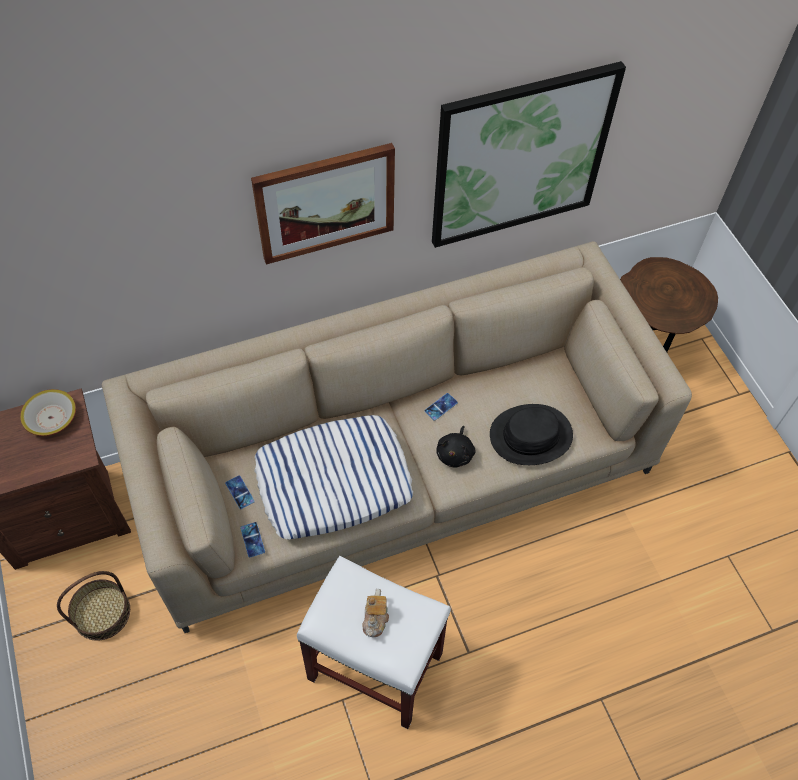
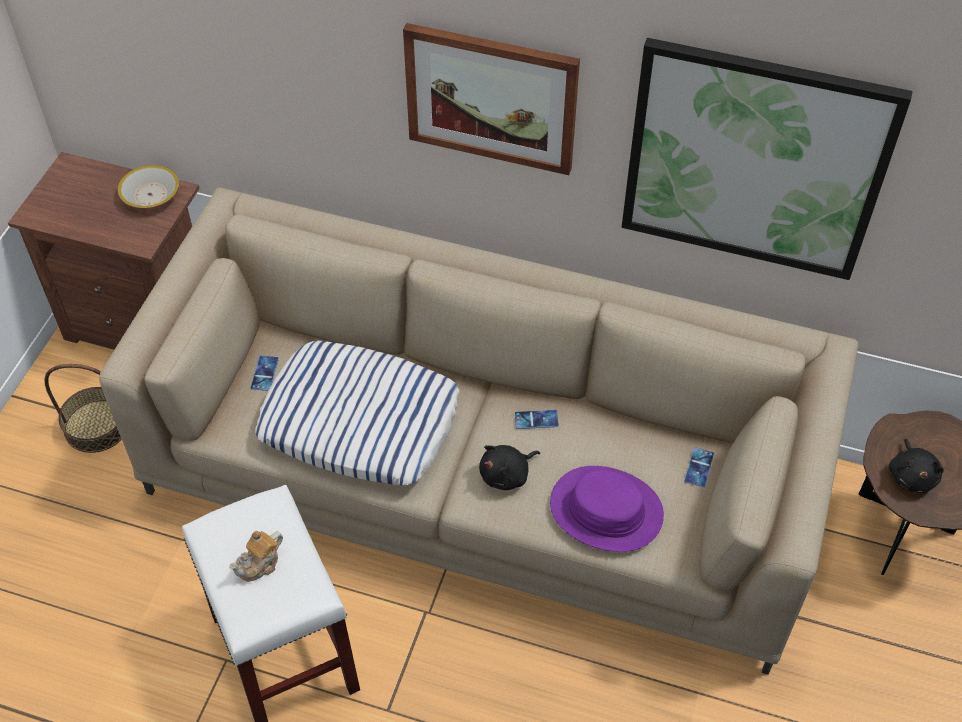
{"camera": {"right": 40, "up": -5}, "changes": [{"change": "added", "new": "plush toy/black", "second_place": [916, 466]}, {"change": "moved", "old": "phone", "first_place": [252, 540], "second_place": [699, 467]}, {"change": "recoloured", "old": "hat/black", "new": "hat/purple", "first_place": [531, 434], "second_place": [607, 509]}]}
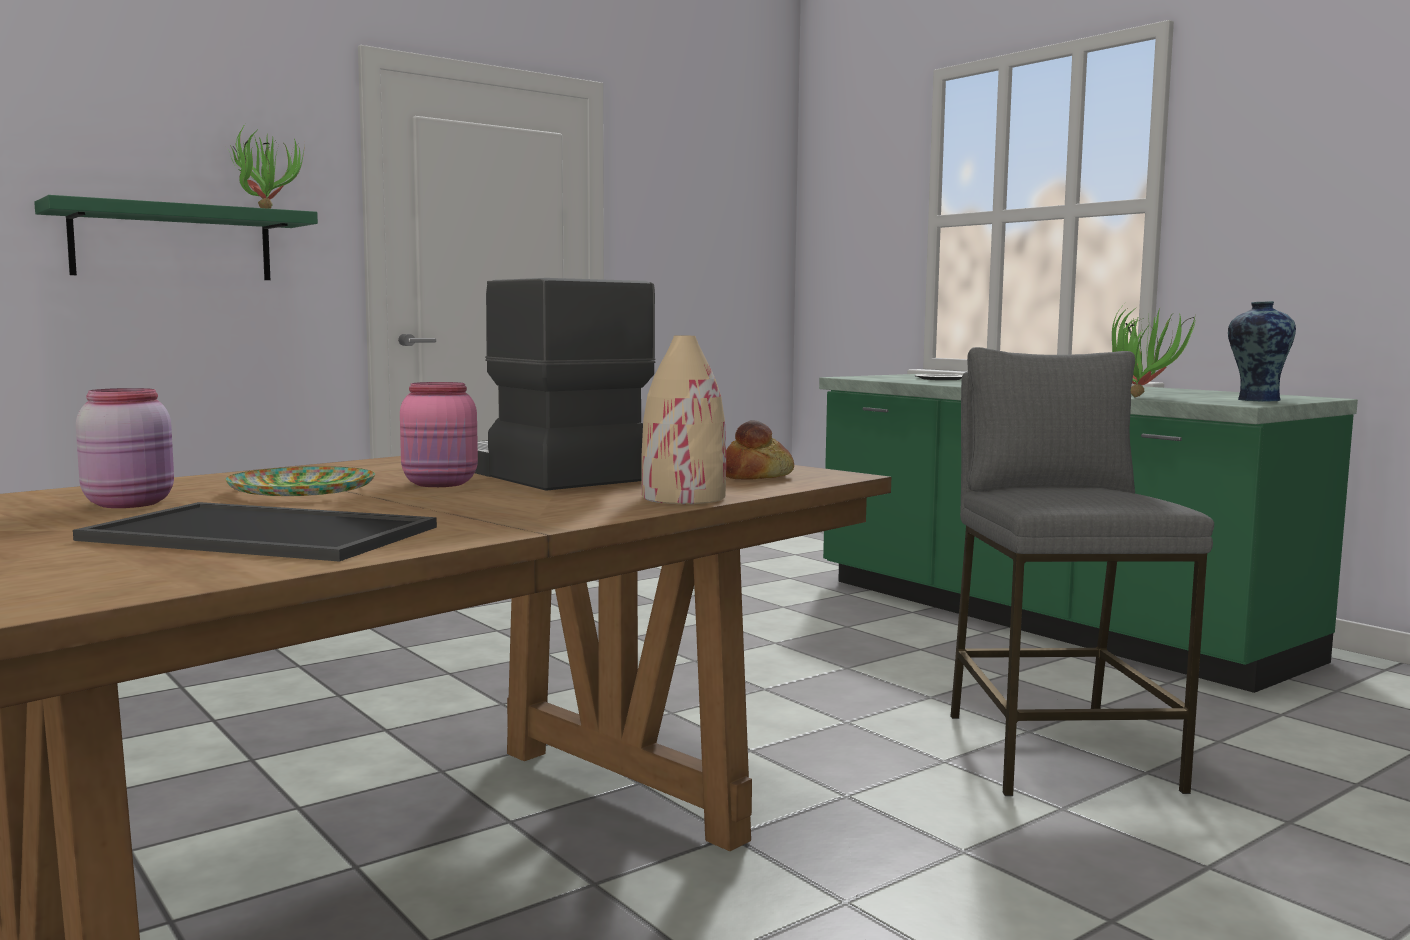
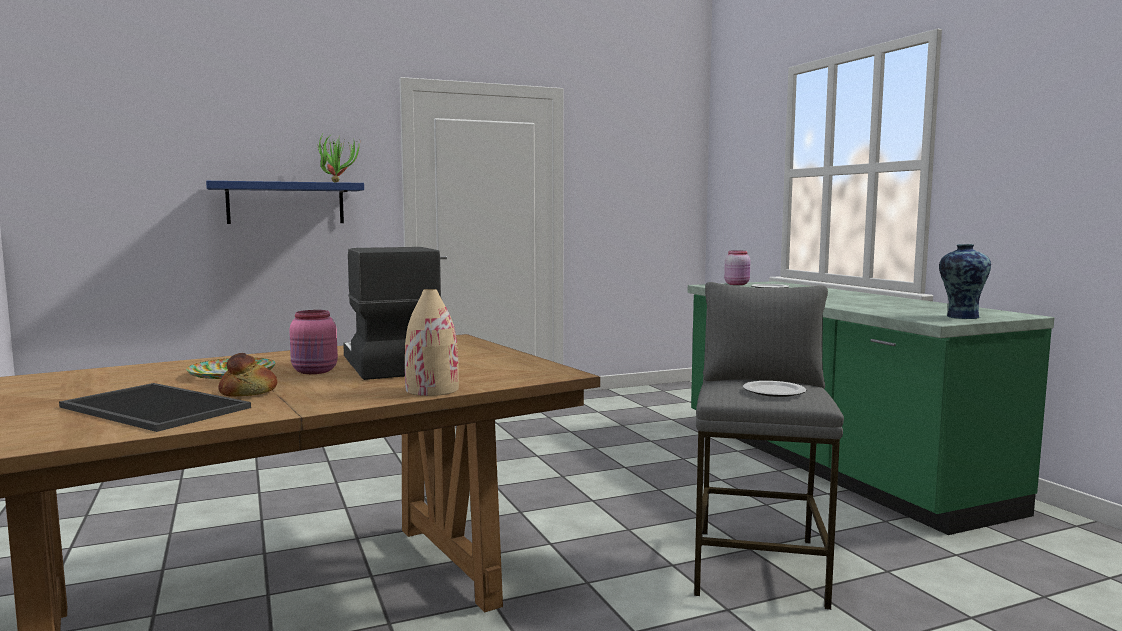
{"camera": {"right": 15, "up": 0}, "changes": [{"change": "removed", "old": "potted plant", "first_place": [1153, 350]}, {"change": "added", "new": "plate", "second_place": [774, 389]}, {"change": "moved", "old": "jar/pink", "first_place": [125, 448], "second_place": [737, 267]}, {"change": "moved", "old": "bread", "first_place": [760, 450], "second_place": [247, 375]}, {"change": "recoloured", "old": "shelf/green", "new": "shelf/blue", "first_place": [176, 237], "second_place": [285, 202]}]}
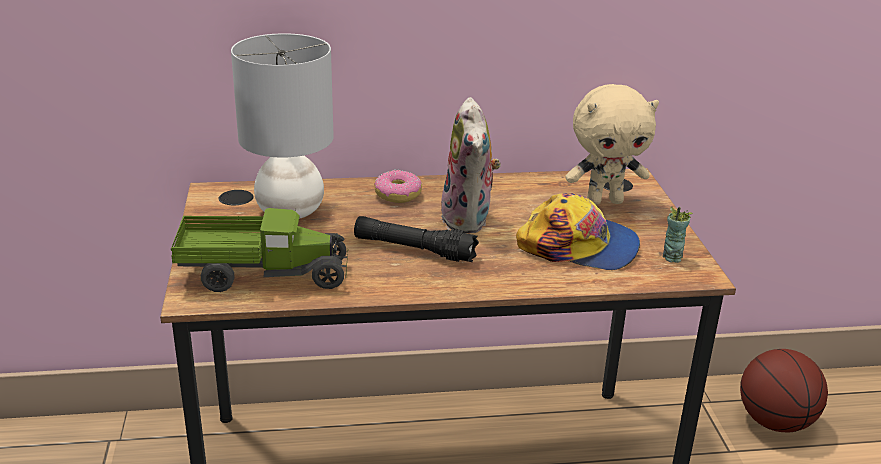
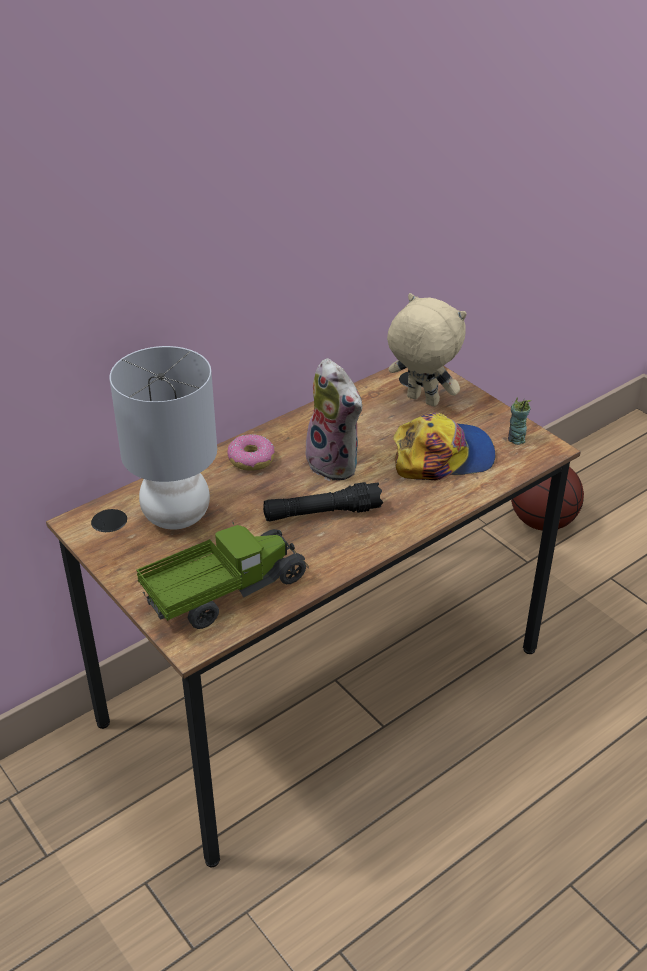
{"camera": {"right": -30, "up": 10}, "changes": [{"change": "turned", "old": "plush toy/beige", "first_place": [612, 144], "second_place": [427, 350], "degrees": -105}]}
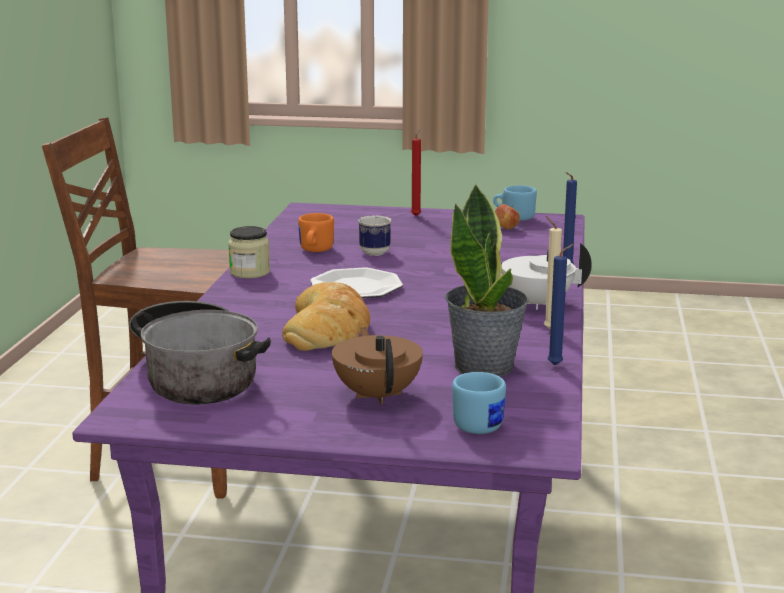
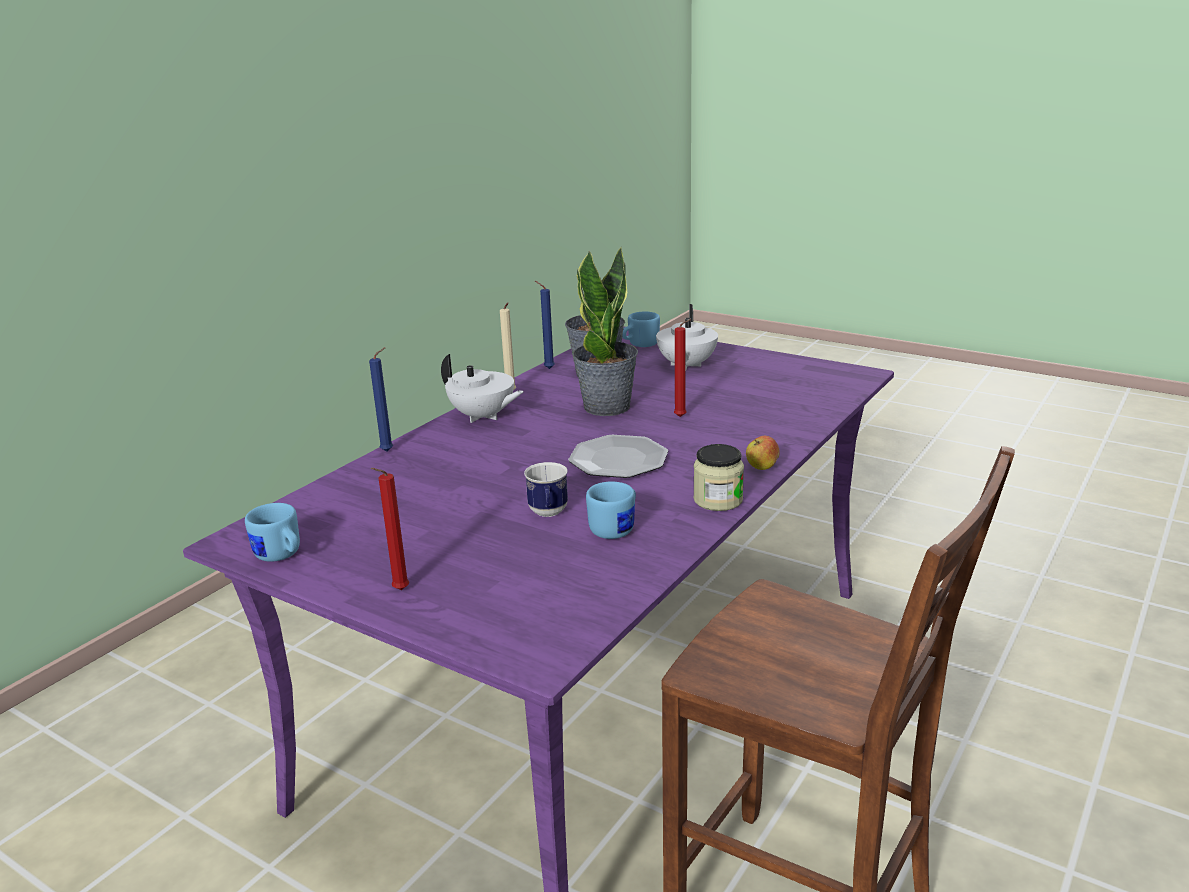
{"camera": {"right": -155, "up": 5}, "changes": [{"change": "removed", "old": "cooking pot", "first_place": [200, 352]}, {"change": "added", "new": "potted plant", "second_place": [605, 339]}, {"change": "moved", "old": "apple", "first_place": [507, 216], "second_place": [763, 453]}, {"change": "replaced", "old": "bread", "new": "candle/red", "first_place": [326, 316], "second_place": [682, 368]}, {"change": "recoloured", "old": "mug/orange", "new": "mug/blue", "first_place": [316, 232], "second_place": [611, 510]}, {"change": "recoloured", "old": "teapot/brown", "new": "teapot/white", "first_place": [377, 366], "second_place": [687, 338]}]}
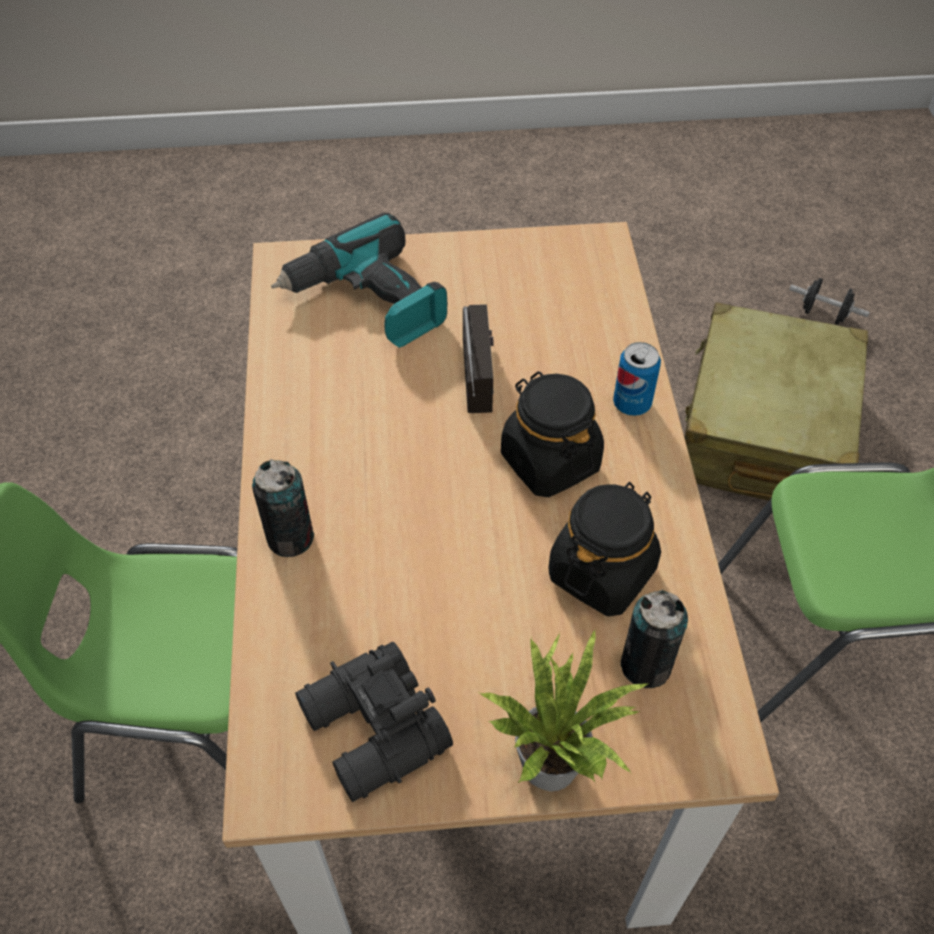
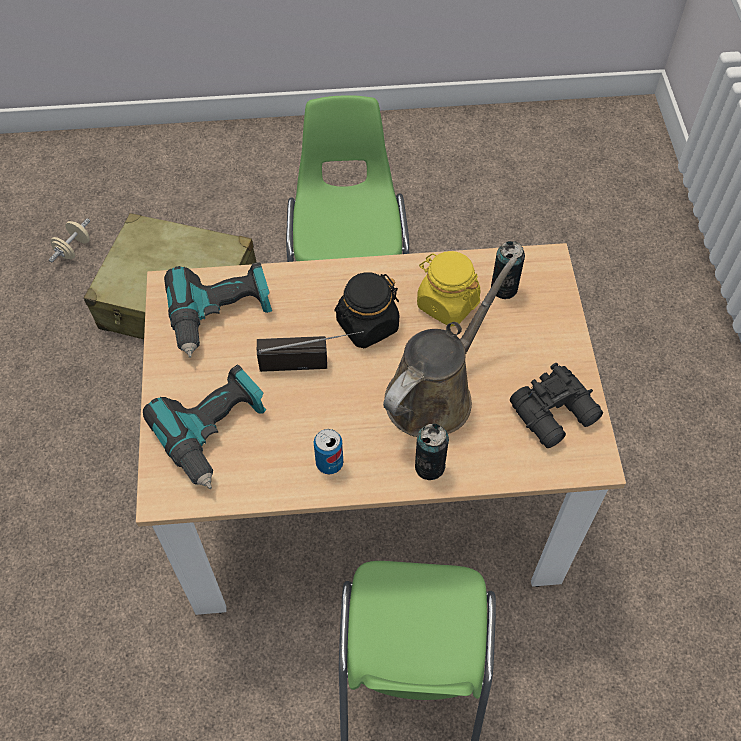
{"camera": {"right": -90, "up": 5}, "changes": [{"change": "removed", "old": "potted plant", "first_place": [564, 710]}, {"change": "added", "new": "power drill", "second_place": [218, 310]}, {"change": "added", "new": "watering can/brown", "second_place": [450, 347]}, {"change": "moved", "old": "can", "first_place": [637, 379], "second_place": [328, 451]}, {"change": "recoloured", "old": "jar/black", "new": "jar/yellow", "first_place": [604, 549], "second_place": [449, 289]}, {"change": "recoloured", "old": "dumbbell/black", "new": "dumbbell/beige", "first_place": [829, 301], "second_place": [69, 240]}]}
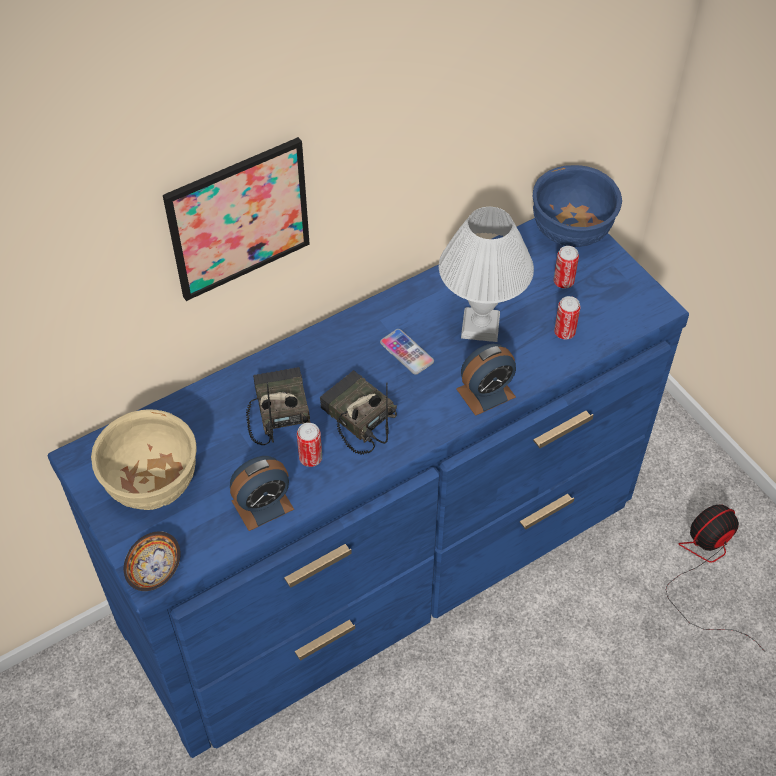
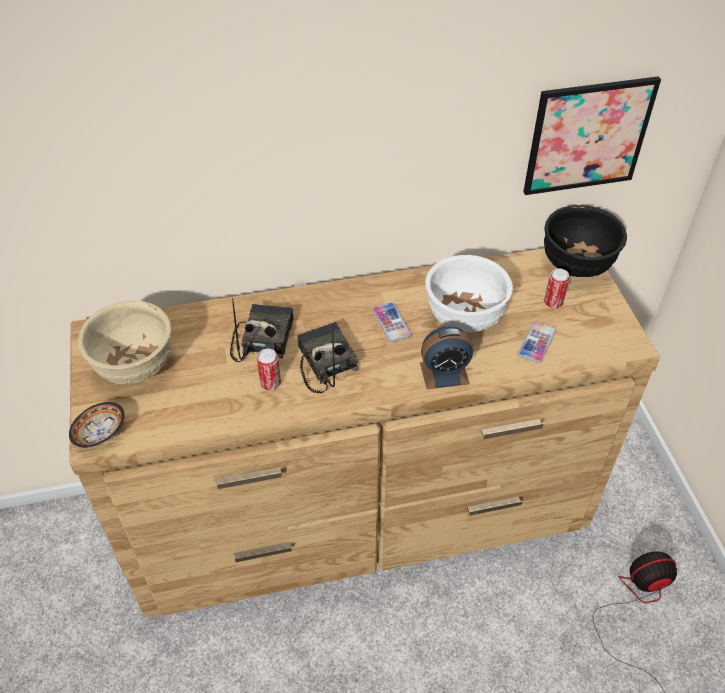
{"camera": {"right": 20, "up": -5}, "changes": [{"change": "removed", "old": "alarm clock", "first_place": [262, 493]}, {"change": "moved", "old": "picture", "first_place": [236, 219], "second_place": [592, 135]}, {"change": "replaced", "old": "table lamp/white", "new": "bowl/white", "first_place": [486, 274], "second_place": [469, 294]}, {"change": "replaced", "old": "can", "new": "phone", "first_place": [567, 317], "second_place": [537, 342]}, {"change": "recoloured", "old": "dresser/blue", "new": "dresser/brown", "first_place": [368, 488], "second_place": [364, 433]}, {"change": "recoloured", "old": "bowl/blue", "new": "bowl/black", "first_place": [577, 206], "second_place": [585, 241]}]}
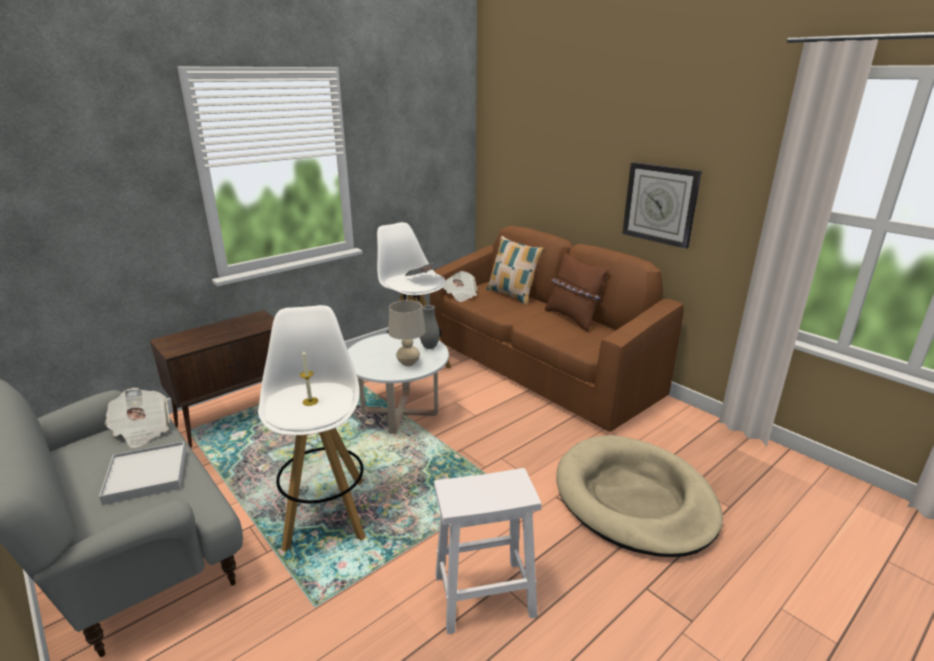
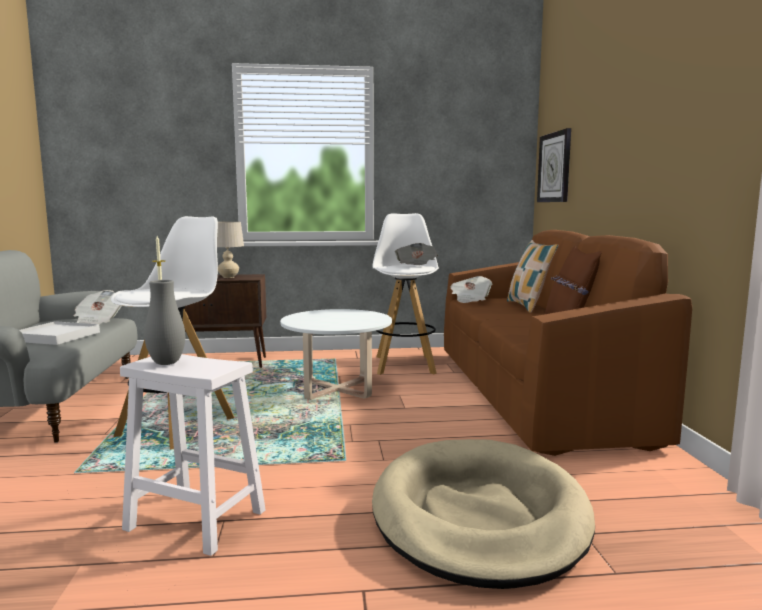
{"camera": {"right": 35, "up": -15}, "changes": [{"change": "moved", "old": "table lamp/beige", "first_place": [407, 333], "second_place": [230, 250]}, {"change": "moved", "old": "vase/grey", "first_place": [430, 327], "second_place": [164, 322]}, {"change": "moved", "old": "wall clock", "first_place": [662, 205], "second_place": [554, 165]}]}
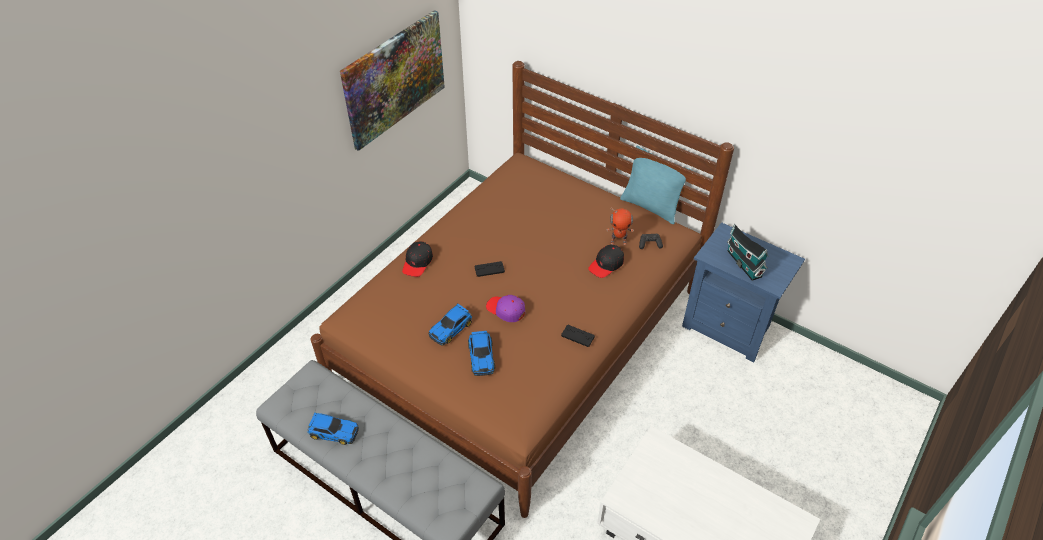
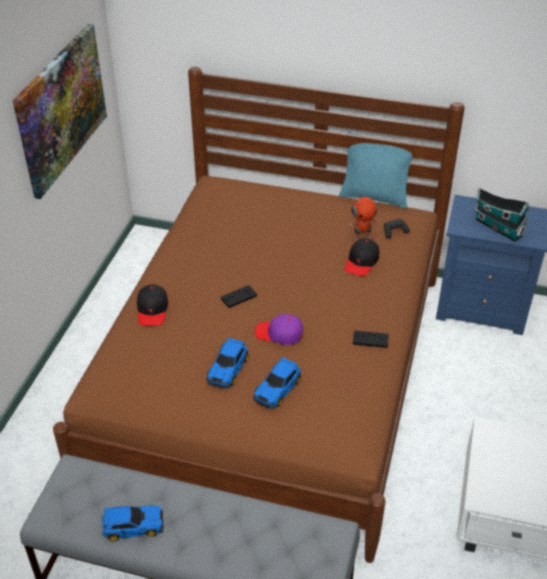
{"camera": {"right": -20, "up": -5}, "changes": [{"change": "turned", "old": "toy car", "first_place": [481, 353], "second_place": [277, 383], "degrees": 60}]}
